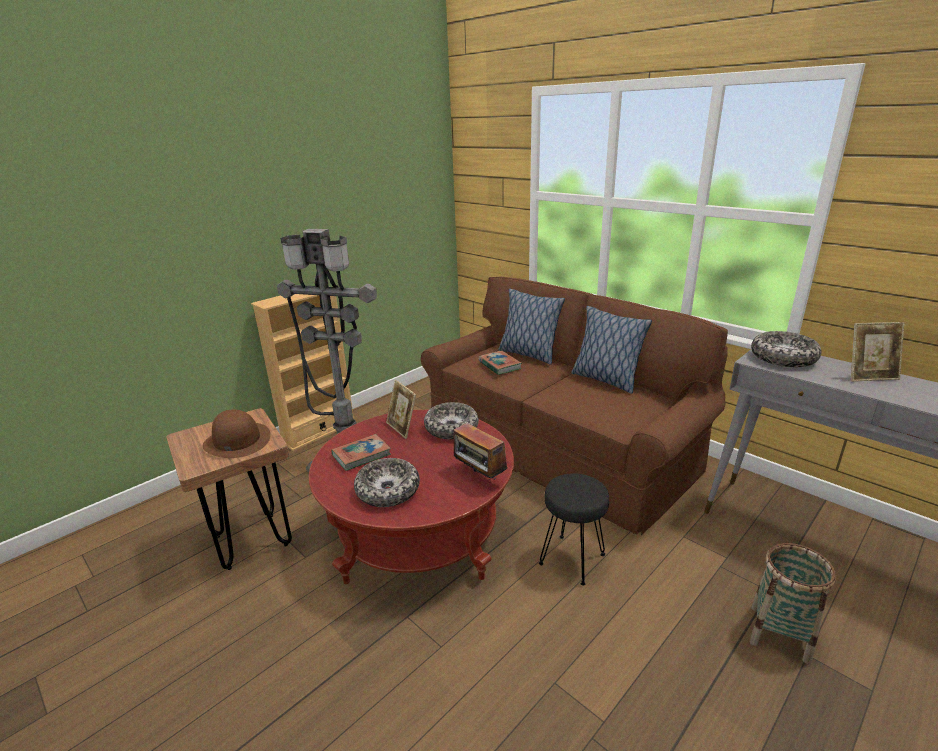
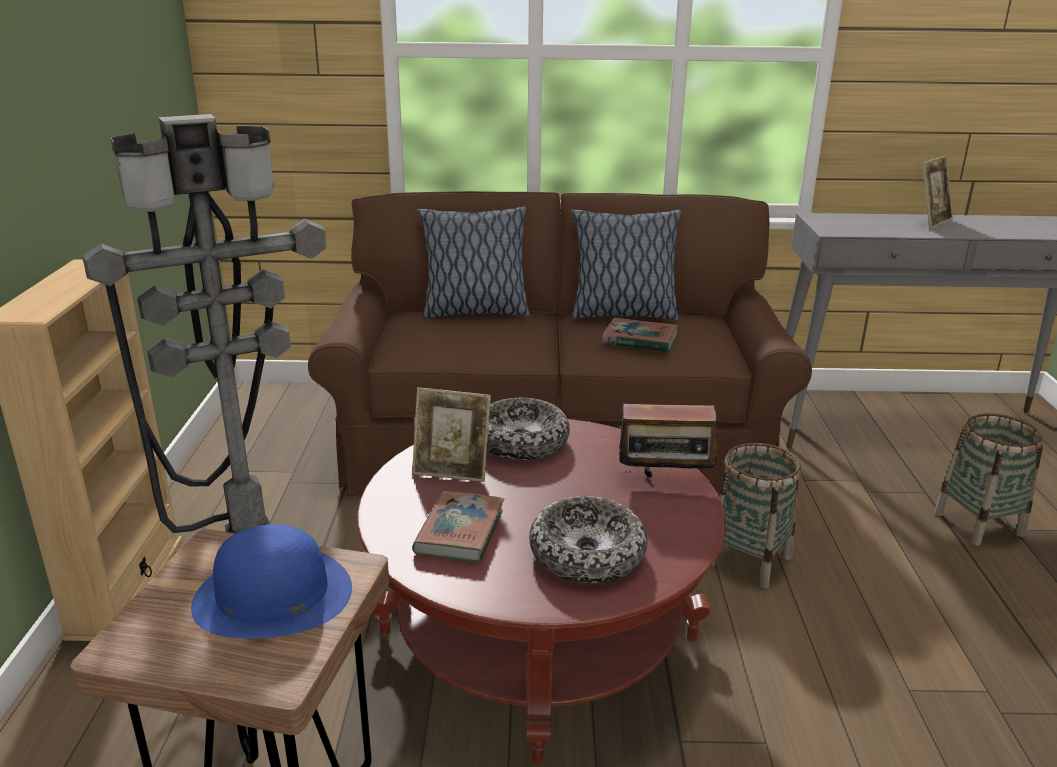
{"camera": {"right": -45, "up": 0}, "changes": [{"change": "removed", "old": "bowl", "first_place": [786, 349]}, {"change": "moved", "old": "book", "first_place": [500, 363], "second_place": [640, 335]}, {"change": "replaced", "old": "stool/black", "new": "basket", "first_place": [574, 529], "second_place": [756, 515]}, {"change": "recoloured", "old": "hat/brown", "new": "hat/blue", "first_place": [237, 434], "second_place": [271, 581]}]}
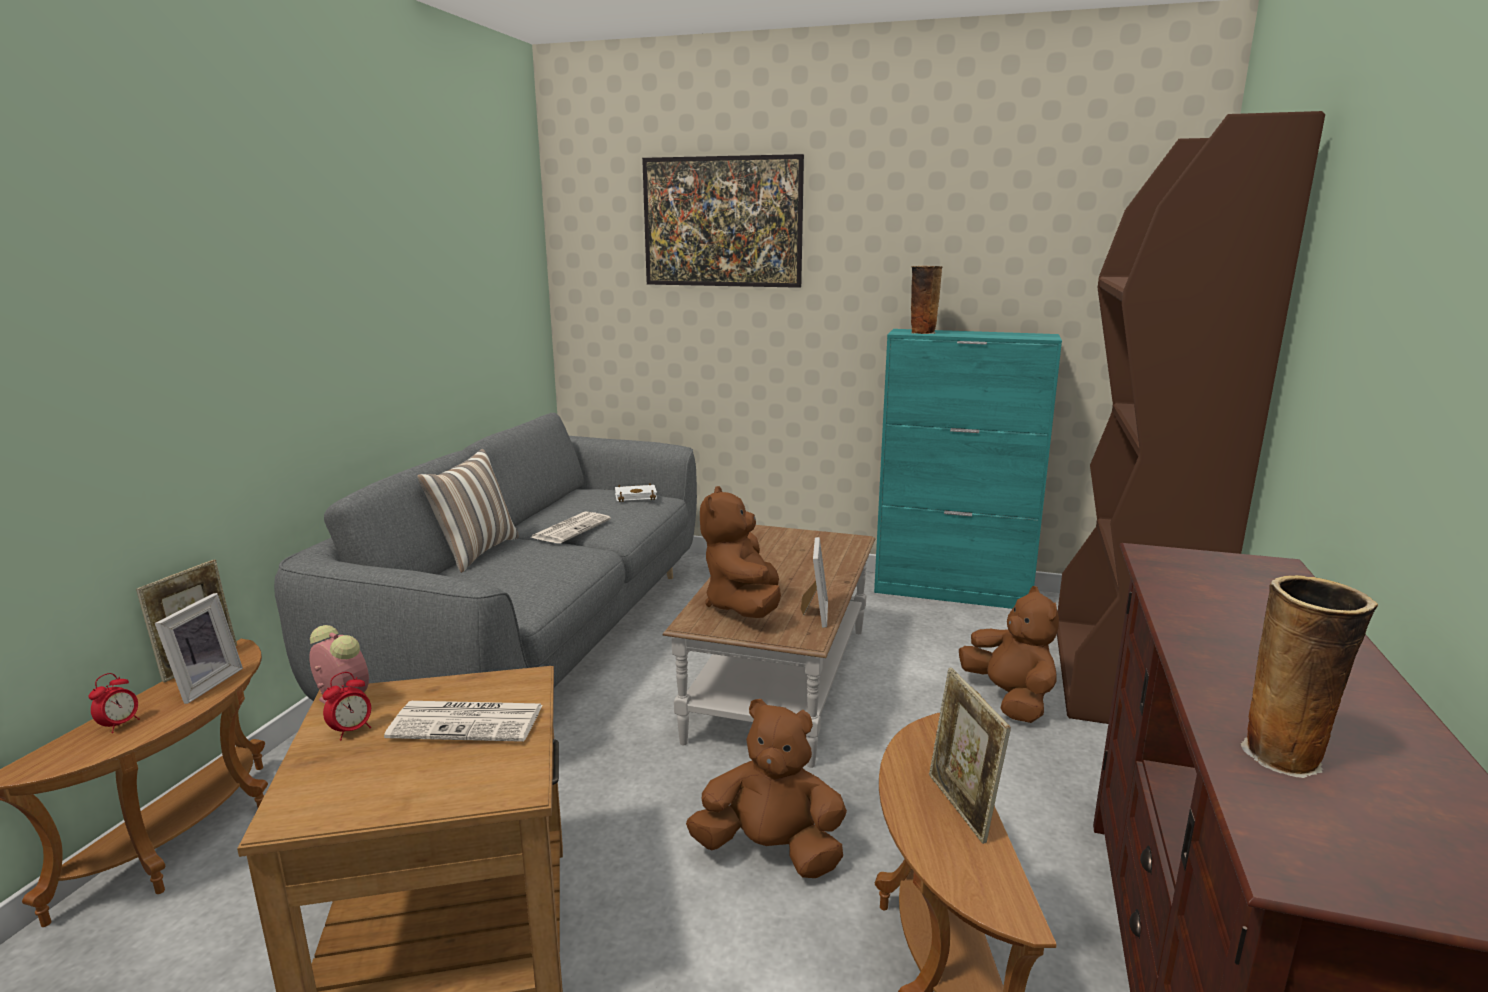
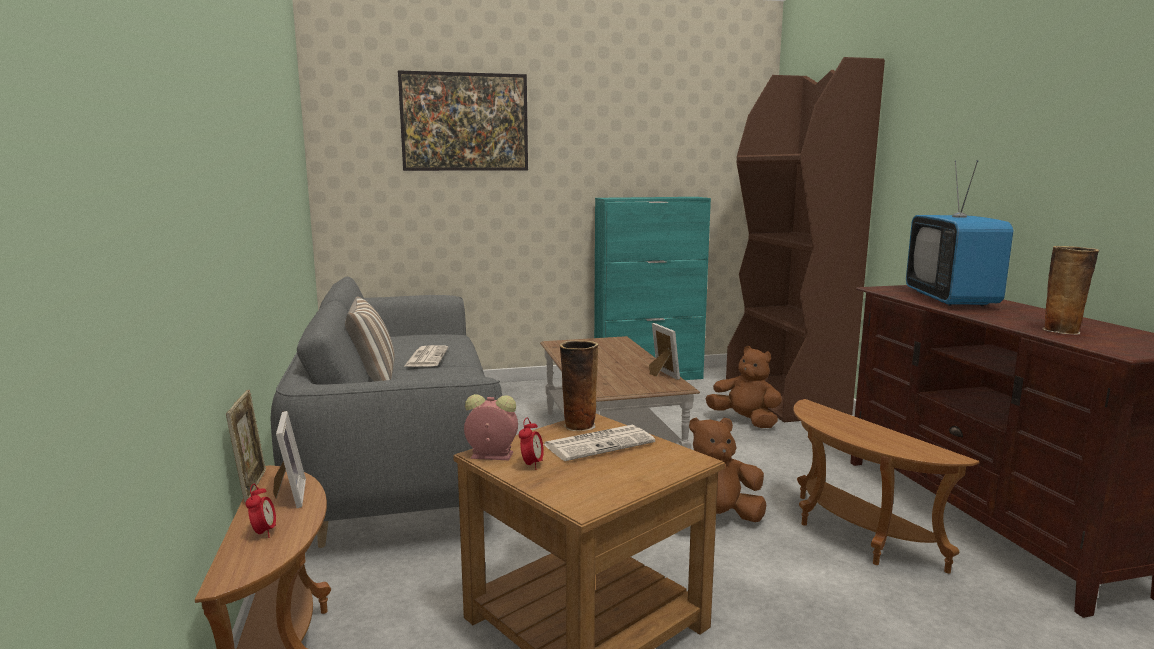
{"camera": {"right": -30, "up": -5}, "changes": [{"change": "removed", "old": "book/white", "first_place": [636, 492]}, {"change": "removed", "old": "plush toy/brown", "first_place": [740, 552]}, {"change": "removed", "old": "picture frame", "first_place": [970, 756]}, {"change": "added", "new": "television", "second_place": [959, 233]}, {"change": "moved", "old": "vase", "first_place": [926, 300], "second_place": [579, 385]}]}
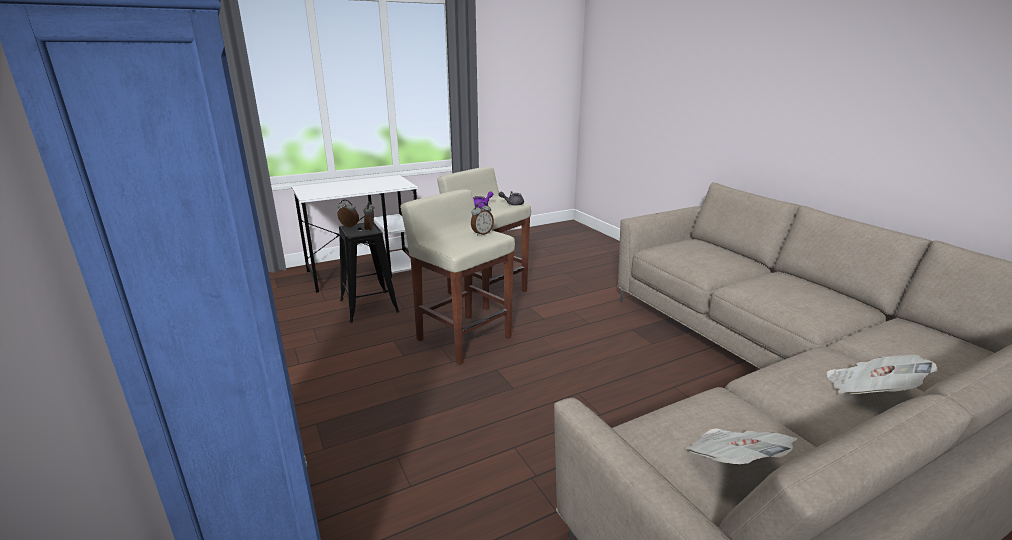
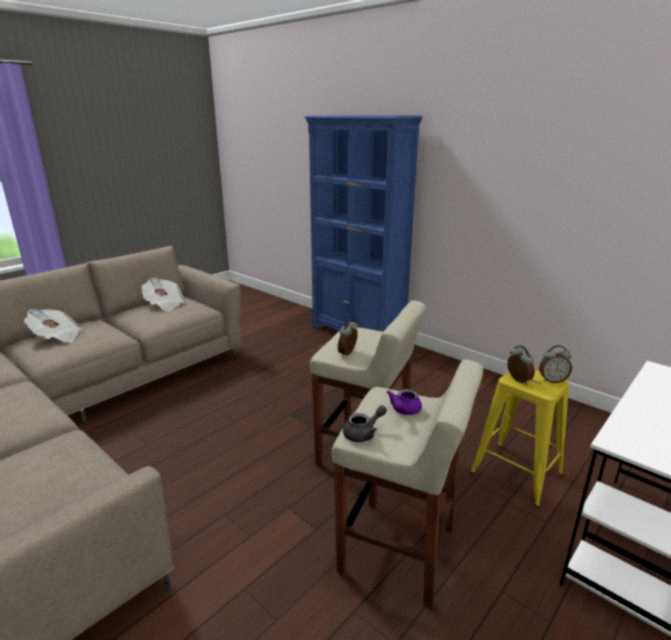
{"camera": {"right": 160, "up": 0}, "changes": [{"change": "recoloured", "old": "stool/black", "new": "stool/yellow", "first_place": [369, 272], "second_place": [520, 438]}]}
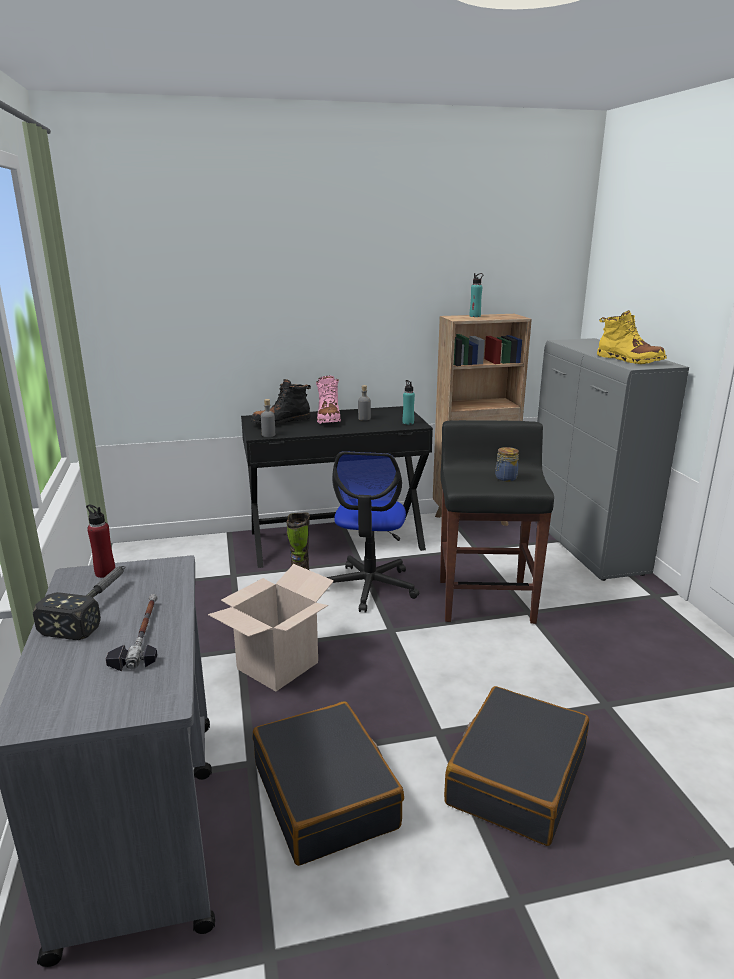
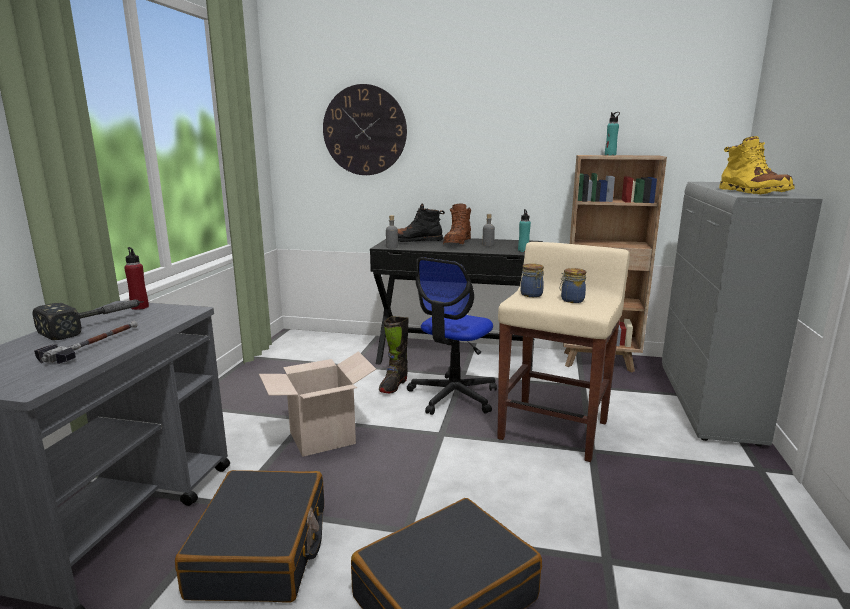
{"camera": {"right": 25, "up": -5}, "changes": [{"change": "added", "new": "wall clock", "second_place": [365, 129]}, {"change": "added", "new": "jar", "second_place": [532, 280]}, {"change": "recoloured", "old": "boot/pink", "new": "boot/brown", "first_place": [328, 400], "second_place": [457, 224]}, {"change": "recoloured", "old": "stool/black", "new": "stool/beige", "first_place": [497, 522], "second_place": [563, 352]}]}
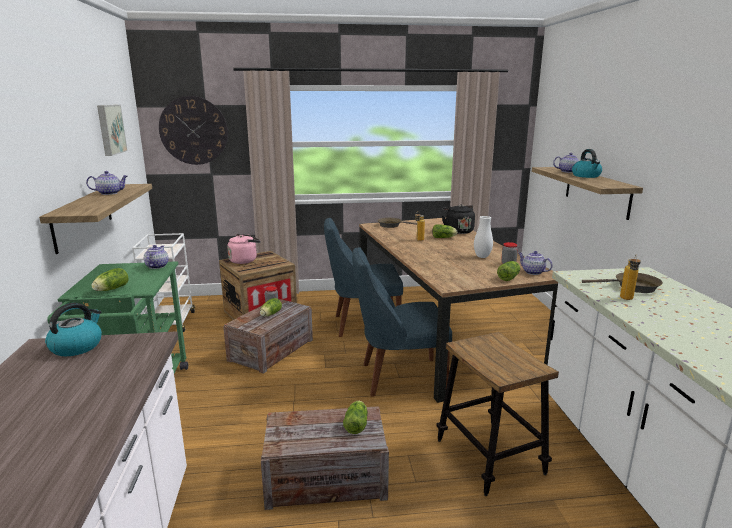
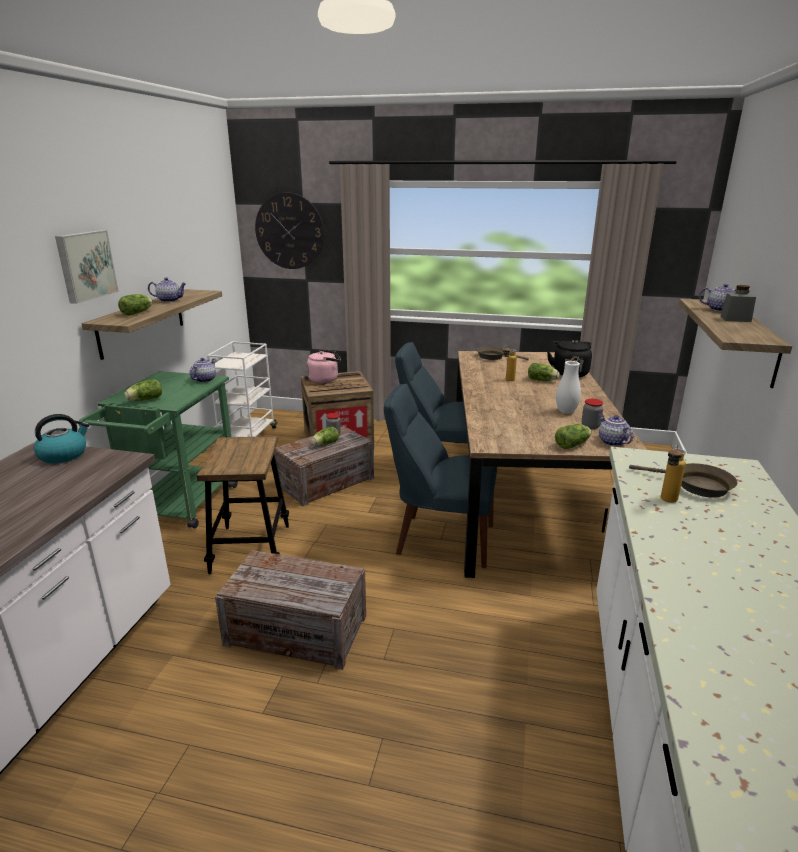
{"camera": {"right": 20, "up": 5}, "changes": [{"change": "moved", "old": "picture", "first_place": [112, 130], "second_place": [87, 267]}, {"change": "moved", "old": "lettuce", "first_place": [355, 417], "second_place": [135, 304]}, {"change": "moved", "old": "stool", "first_place": [497, 414], "second_place": [243, 505]}, {"change": "replaced", "old": "kettle", "new": "jar/grey", "first_place": [587, 163], "second_place": [738, 303]}]}
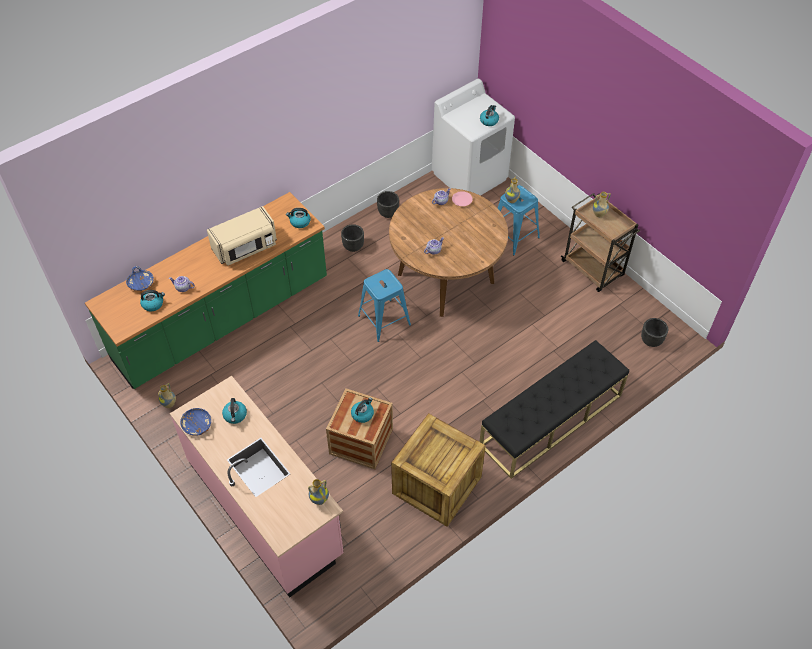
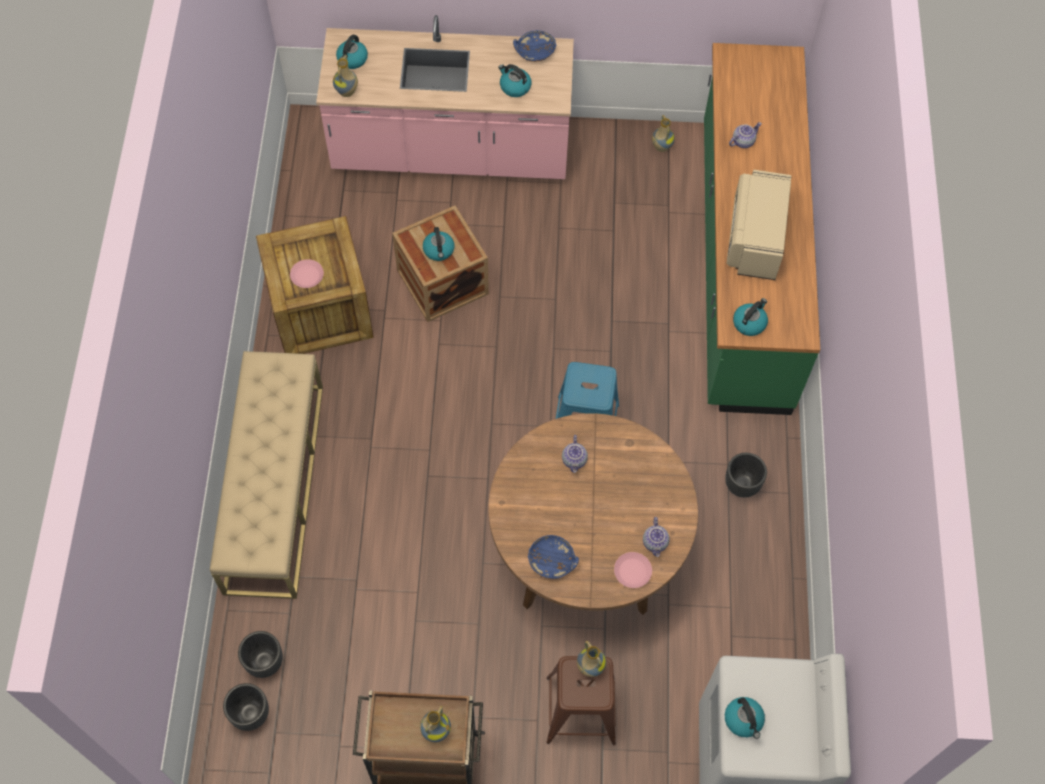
{"camera": {"right": 130, "up": 10}, "changes": [{"change": "added", "new": "plate/pink", "second_place": [307, 273]}, {"change": "moved", "old": "bowl/blue", "first_place": [140, 278], "second_place": [553, 557]}, {"change": "moved", "old": "kettle", "first_place": [152, 300], "second_place": [352, 52]}, {"change": "moved", "old": "planter/black", "first_place": [388, 204], "second_place": [260, 654]}, {"change": "recoloured", "old": "bench/black", "new": "bench/beige", "first_place": [554, 409], "second_place": [266, 475]}, {"change": "recoloured", "old": "stool/blue", "new": "stool/brown", "first_place": [519, 220], "second_place": [581, 700]}]}
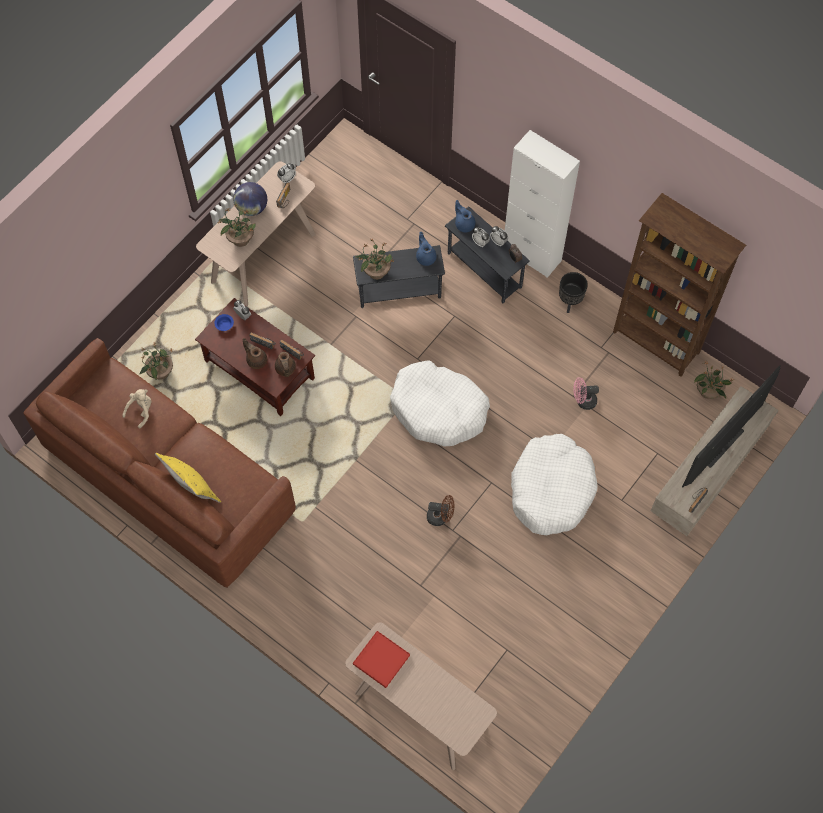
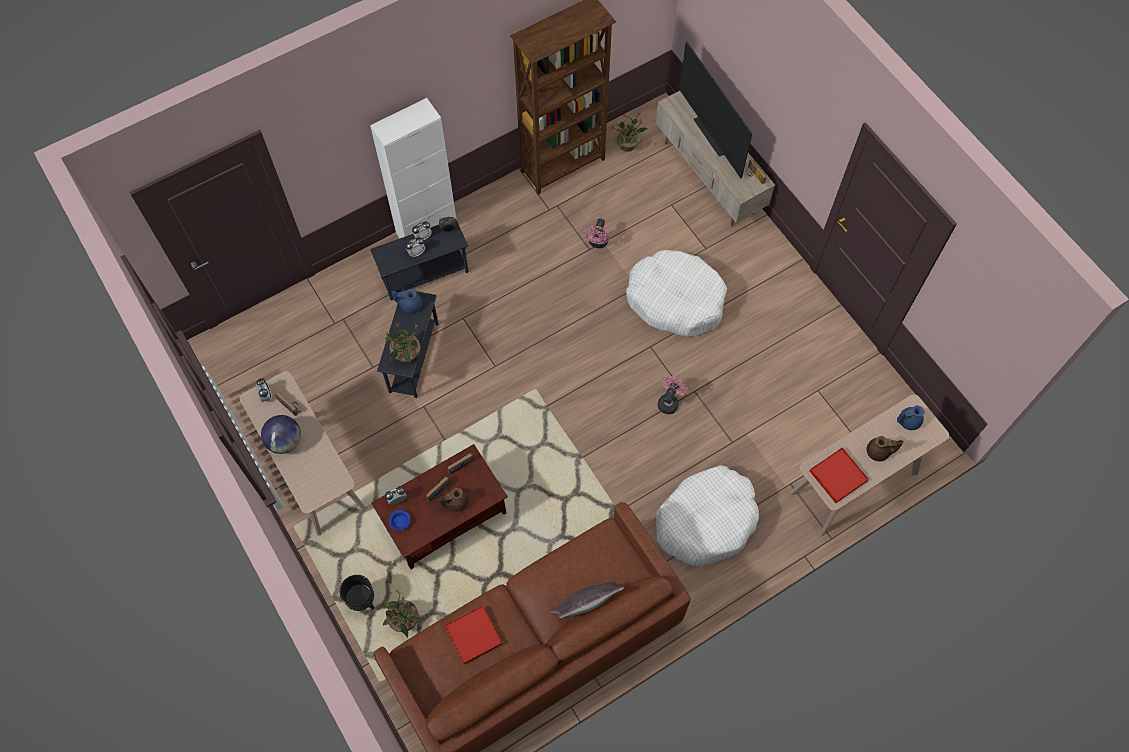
{"camera": {"right": -70, "up": 0}, "changes": [{"change": "removed", "old": "potted plant", "first_place": [237, 225]}, {"change": "moved", "old": "teapot/brown", "first_place": [285, 364], "second_place": [884, 448]}, {"change": "moved", "old": "dog bed/white", "first_place": [440, 403], "second_place": [707, 515]}, {"change": "moved", "old": "teapot/blue", "first_place": [465, 216], "second_place": [910, 417]}, {"change": "moved", "old": "planter/black", "first_place": [573, 292], "second_place": [357, 593]}, {"change": "replaced", "old": "plush toy/beige", "new": "tray/red", "first_place": [137, 409], "second_place": [473, 635]}, {"change": "recoloured", "old": "pillow/yellow", "new": "pillow/grey", "first_place": [188, 478], "second_place": [587, 600]}, {"change": "recoloured", "old": "fan/brown", "new": "fan/pink", "first_place": [440, 510], "second_place": [673, 395]}]}
